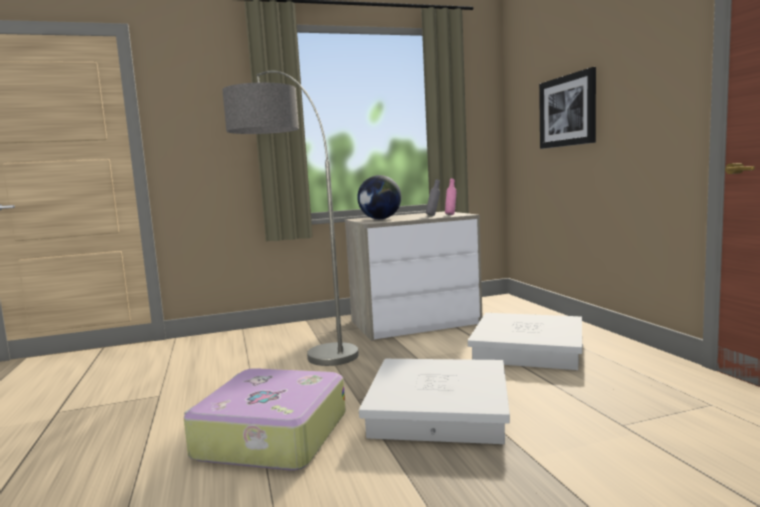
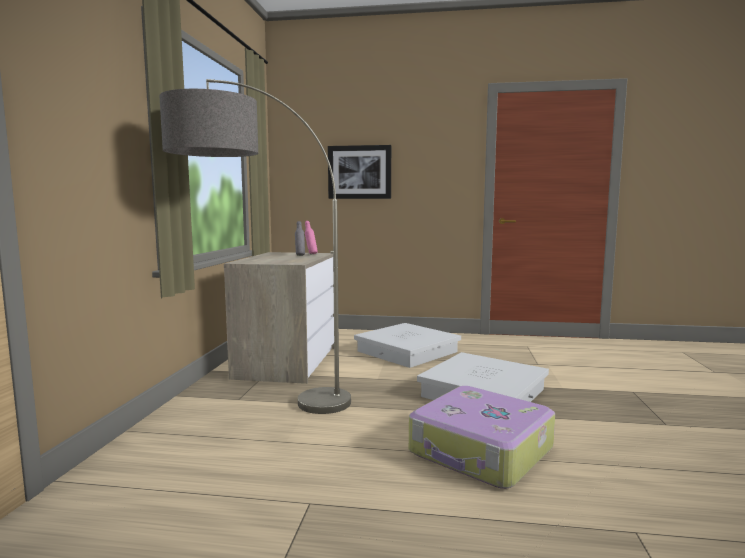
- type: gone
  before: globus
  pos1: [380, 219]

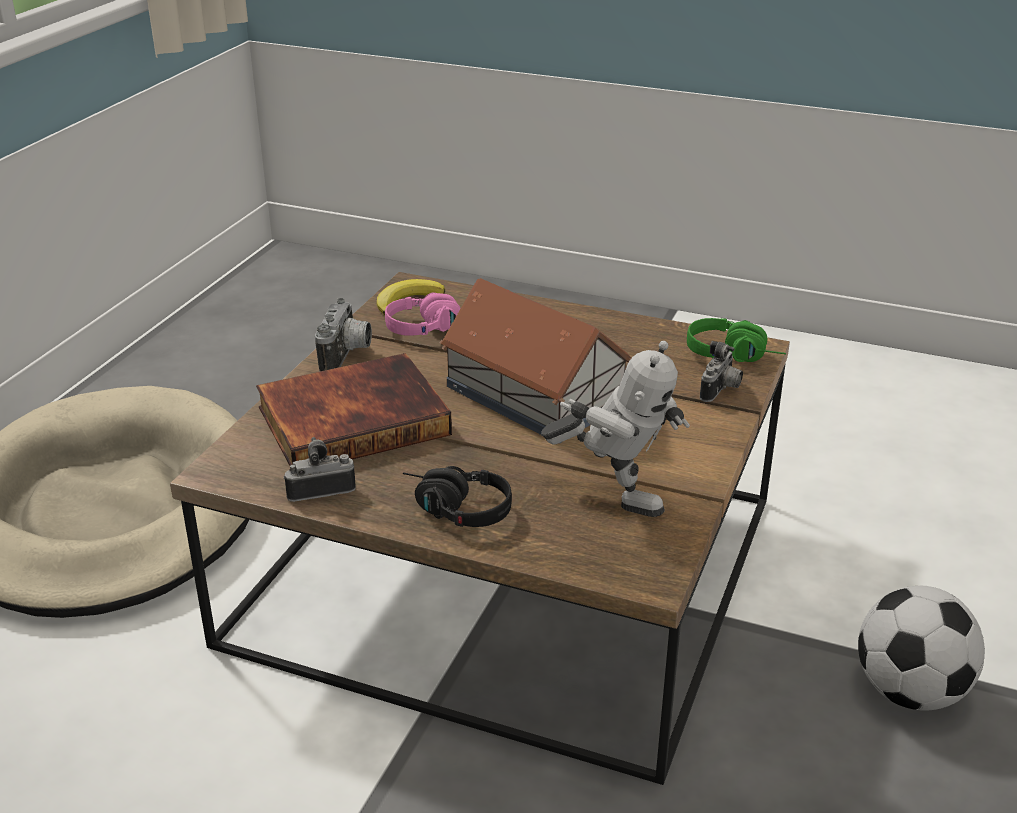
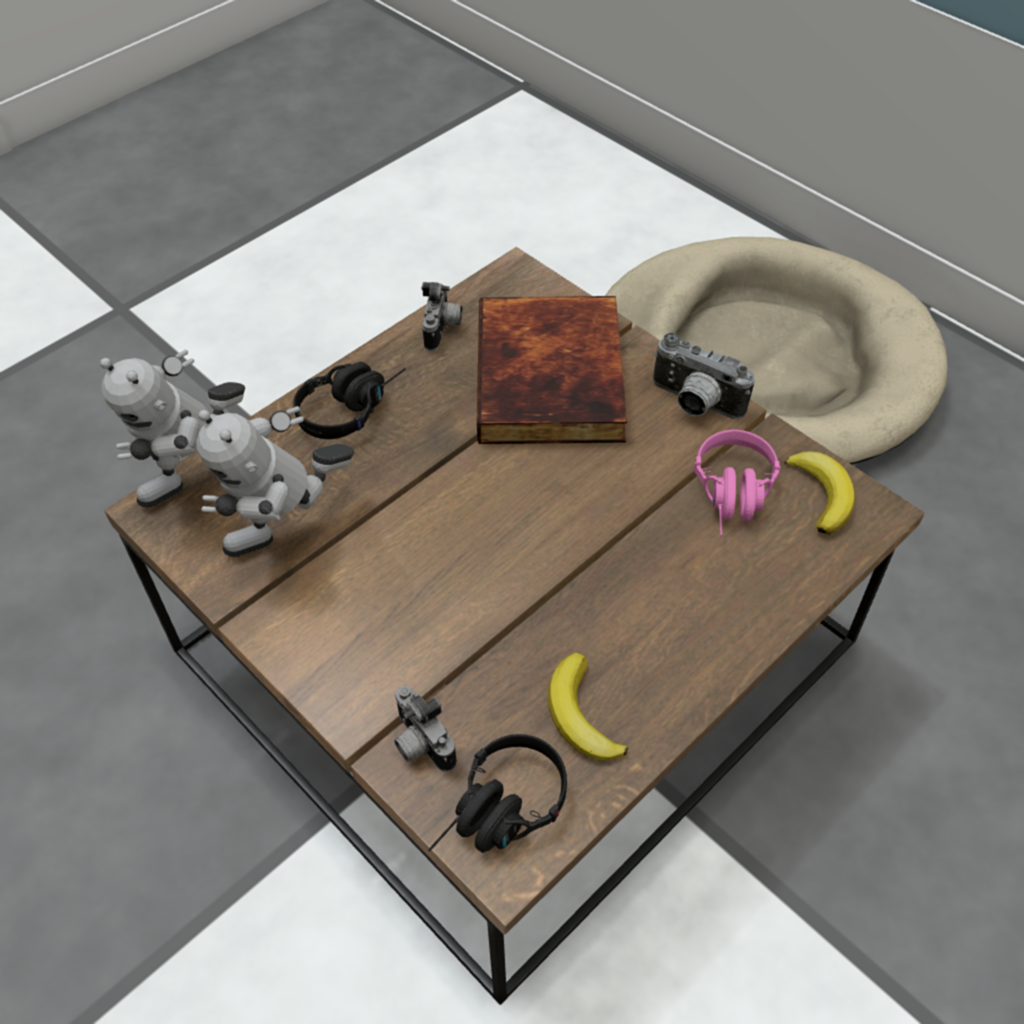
- type: gone
  before: domek
  pos1: [534, 393]
- type: gone
  before: piłka futbolowa
  pos1: [909, 691]
- type: new
  after: robot zabawkowy
  pos2: [197, 479]
- type: new
  after: banan
  pos2: [581, 715]
- type: repainted
  before: słuchawki (zielony)
  after: słuchawki (czarny)
  pos1: [735, 355]
  pos2: [499, 816]

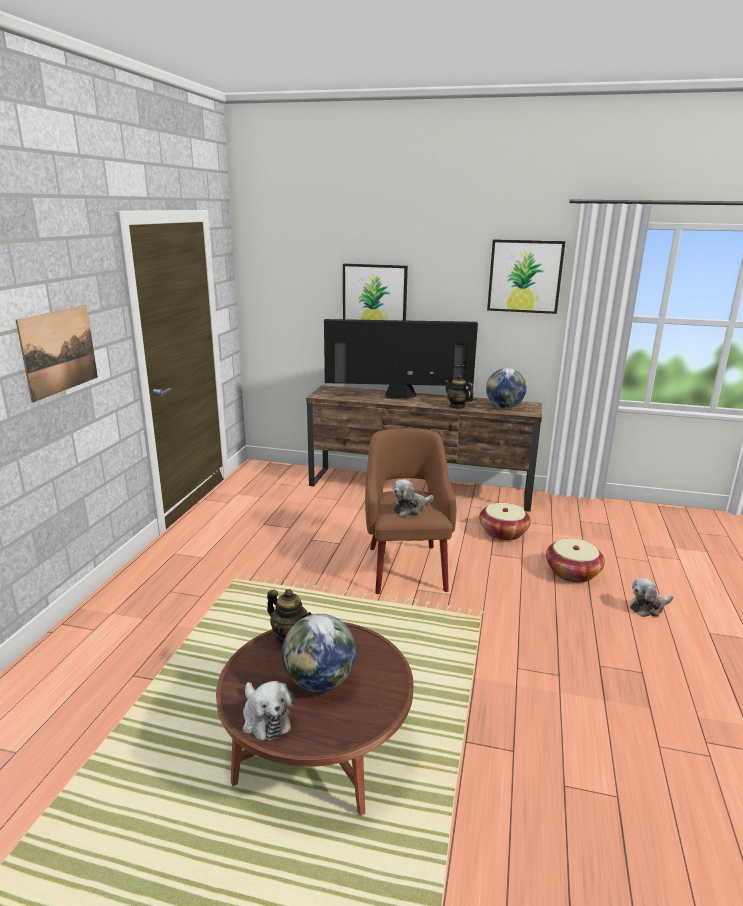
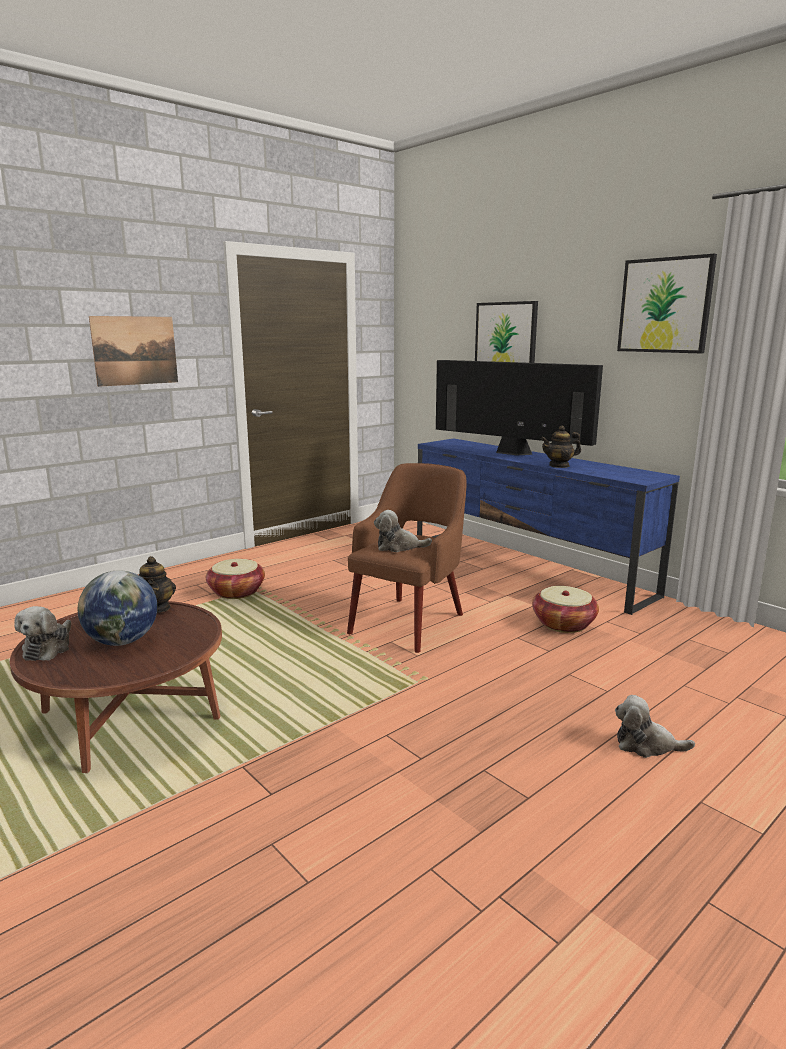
- type: gone
  before: globus
  pos1: [504, 407]
- type: shifted
  before: koszyk
  pos1: [572, 572]
  pos2: [236, 592]
- type: repainted
  before: szafka pod telewizor (brązowy)
  after: szafka pod telewizor (niebieski)
  pos1: [420, 489]
  pos2: [527, 567]
- type: rotated
  before: imbryk
  pos1: [457, 406]
  pos2: [559, 465]
  turn: -90

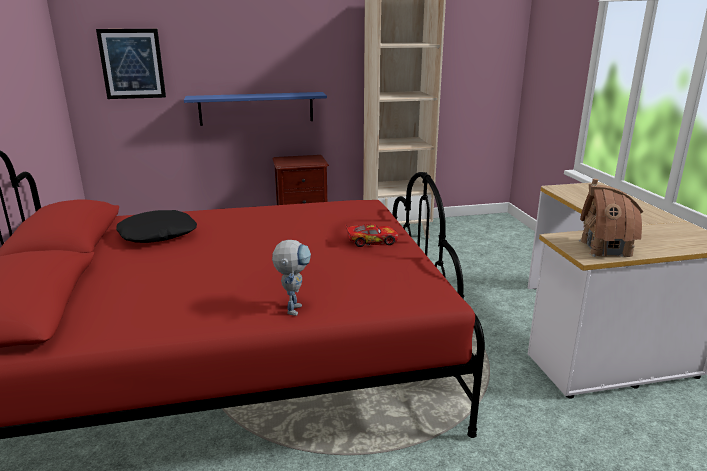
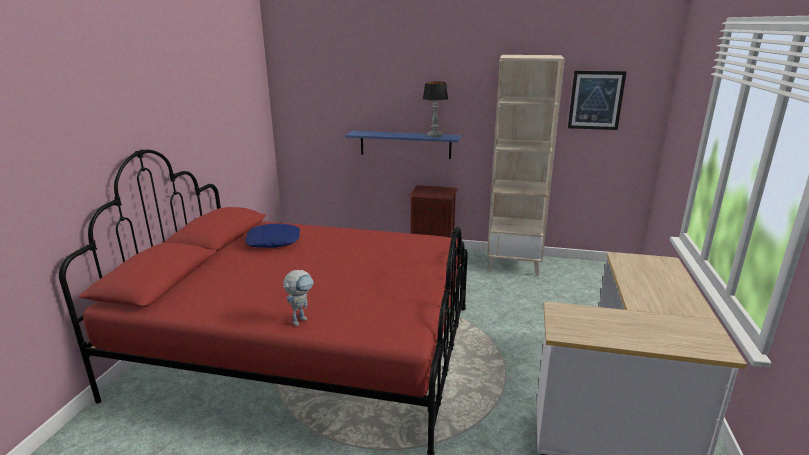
- type: gone
  before: samochodzik
  pos1: [371, 241]
- type: gone
  before: domek
  pos1: [605, 248]
- type: new
  after: lampa stołowa
  pos2: [434, 136]
- type: shifted
  before: obraz
  pos1: [132, 64]
  pos2: [595, 100]
- type: repainted
  before: poduszka (czarny)
  after: poduszka (niebieski)
  pos1: [157, 234]
  pos2: [273, 241]

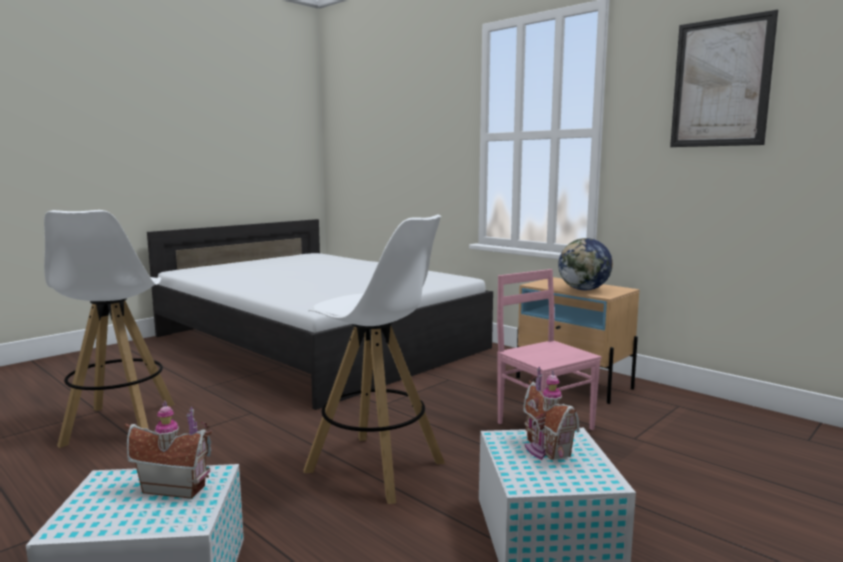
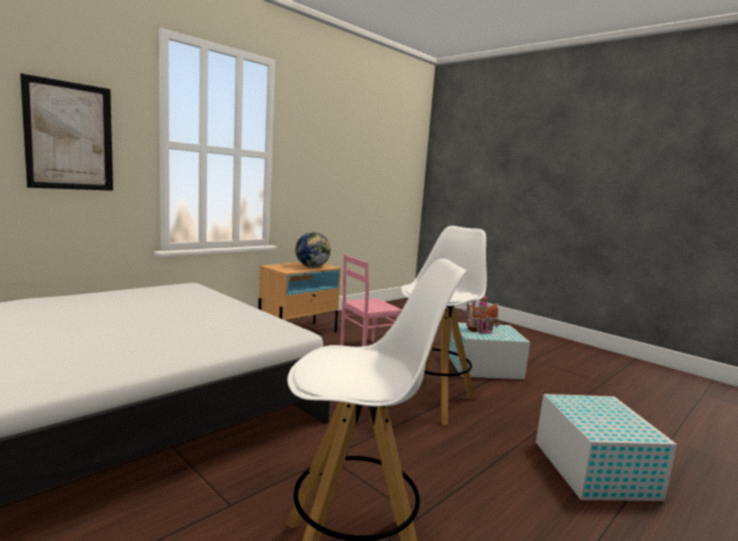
- type: gone
  before: domek
  pos1: [176, 486]
- type: shifted
  before: obraz
  pos1: [721, 83]
  pos2: [69, 136]

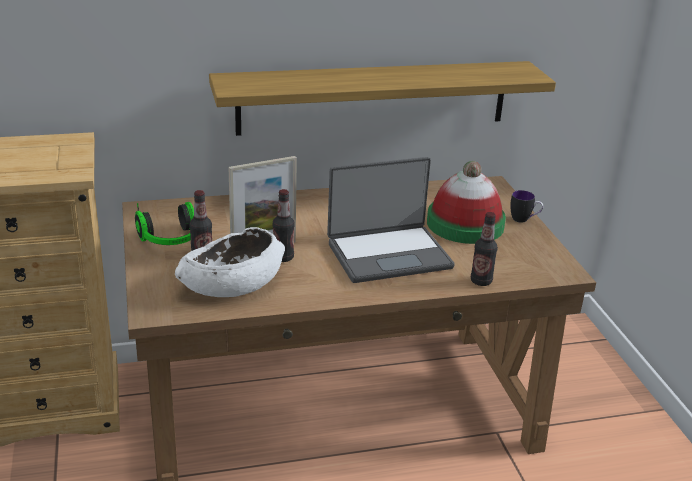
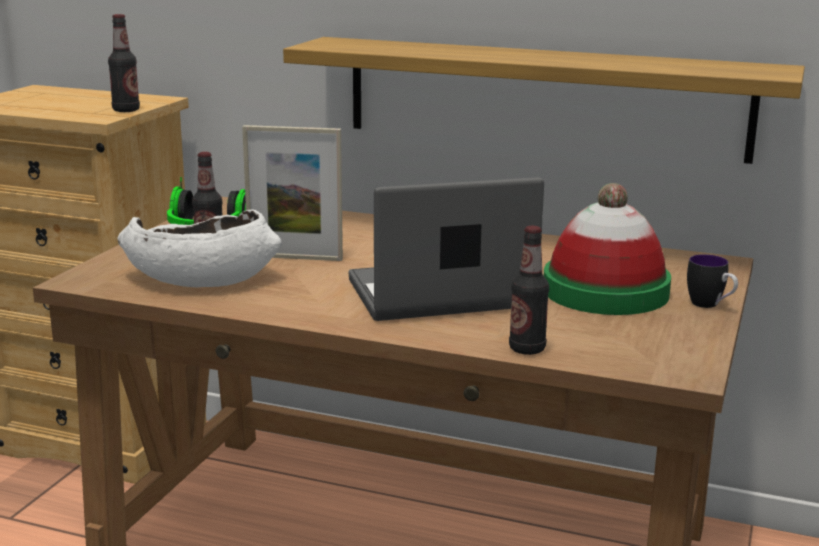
- type: shifted
  before: butelka
  pos1: [283, 257]
  pos2: [126, 110]
- type: rotated
  before: laptop
  pos1: [388, 254]
  pos2: [440, 295]
  turn: 150

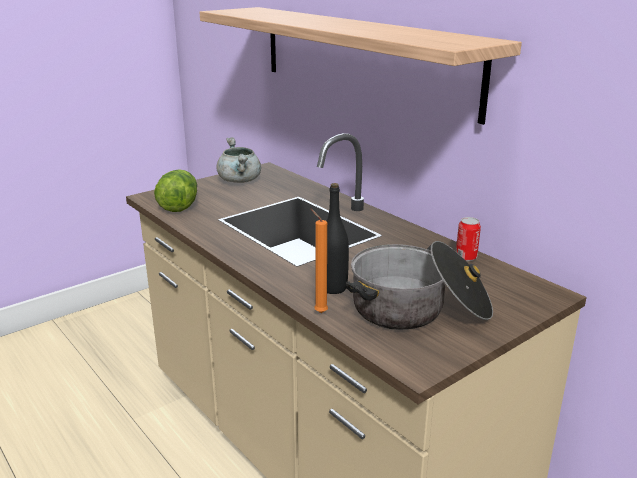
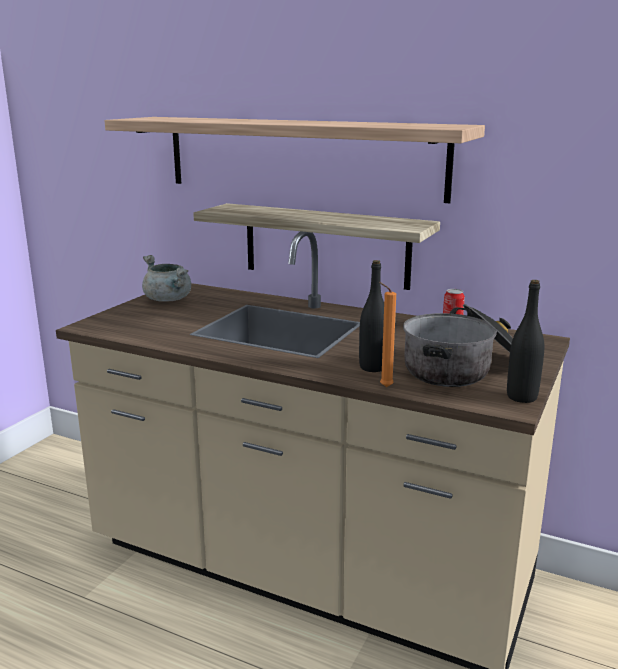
- type: gone
  before: sałata
  pos1: [178, 204]
- type: new
  after: półka
  pos2: [325, 245]
- type: new
  after: butelka (czarny)
  pos2: [521, 397]

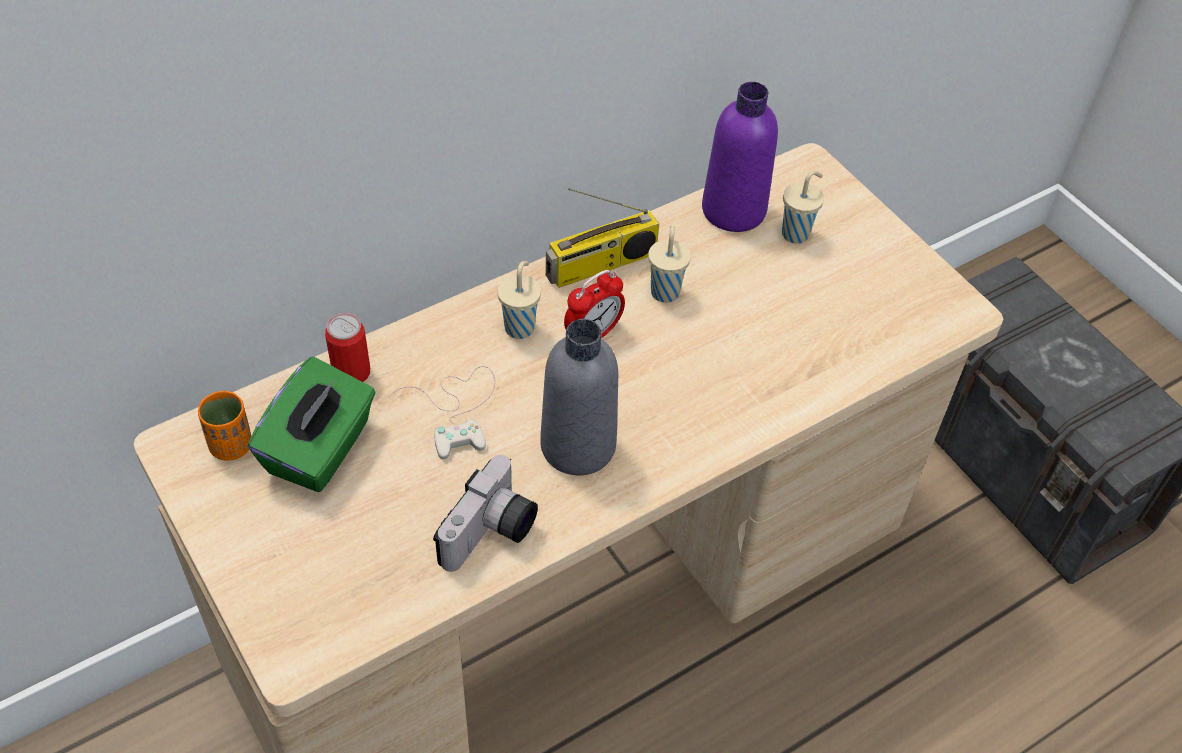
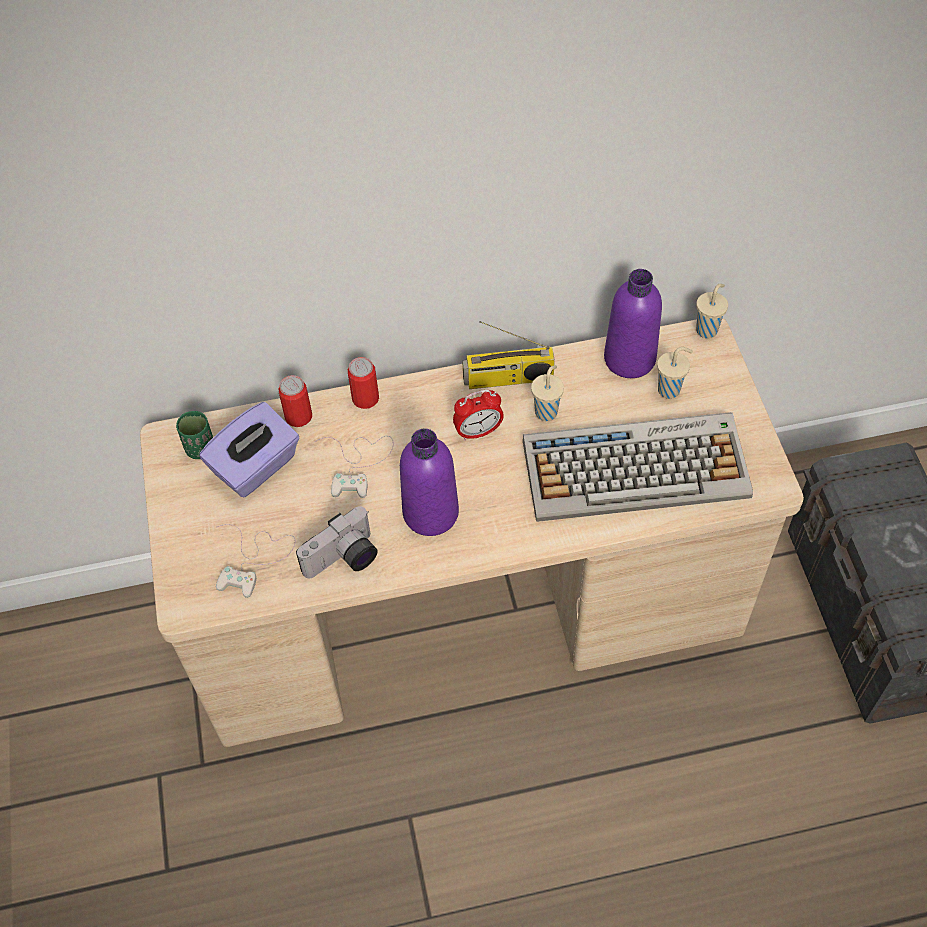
- type: new
  after: pad do gier (biały)
  pos2: [254, 559]
- type: new
  after: puszka
  pos2: [365, 398]
- type: new
  after: klawiatura
  pos2: [637, 468]
- type: shifted
  before: filiżanka (beżowy)
  pos1: [520, 326]
  pos2: [707, 329]
- type: repainted
  before: filiżanka (pomarańczowy)
  after: filiżanka (zielony)
  pos1: [231, 446]
  pos2: [200, 448]
- type: repainted
  before: pudełko chusteczek (zielony)
  after: pudełko chusteczek (fioletowy)
  pos1: [320, 449]
  pos2: [256, 467]
- type: repainted
  before: butelka (szary)
  after: butelka (fioletowy)
  pos1: [578, 446]
  pos2: [430, 513]

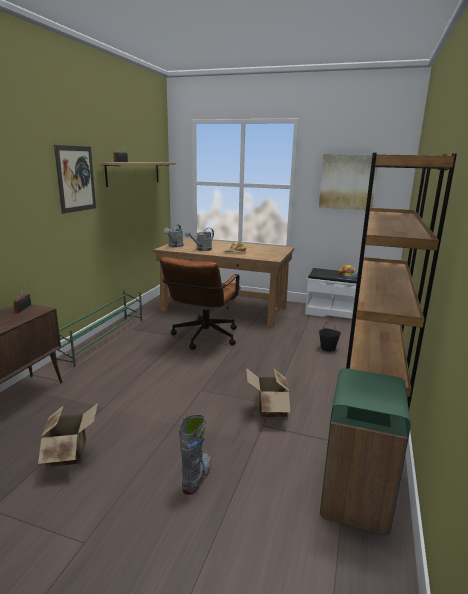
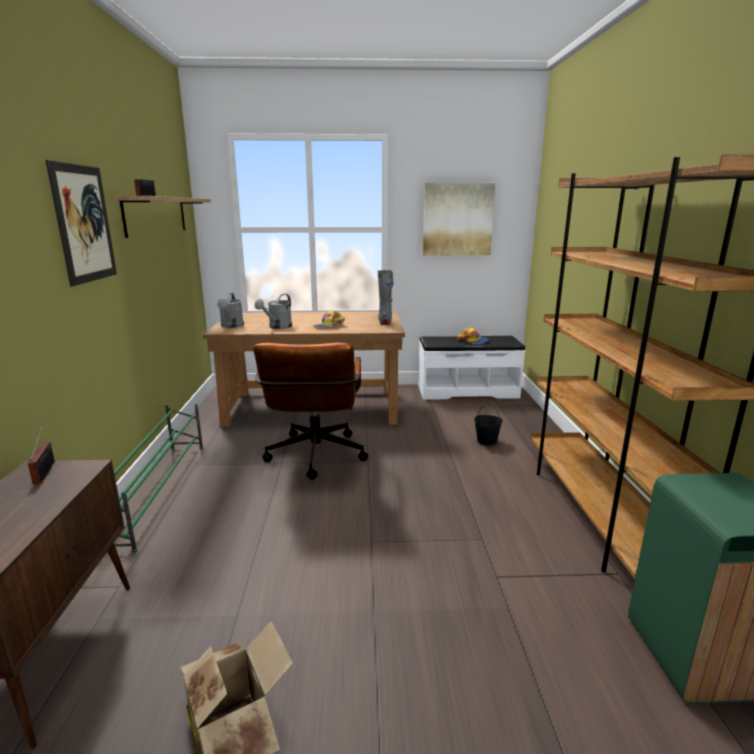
- type: gone
  before: karton
  pos1: [268, 410]
- type: shifted
  before: but z cholewką (szary)
  pos1: [197, 478]
  pos2: [385, 321]

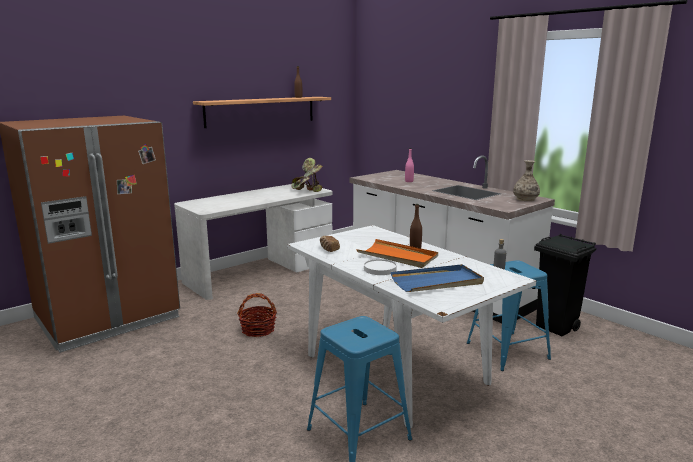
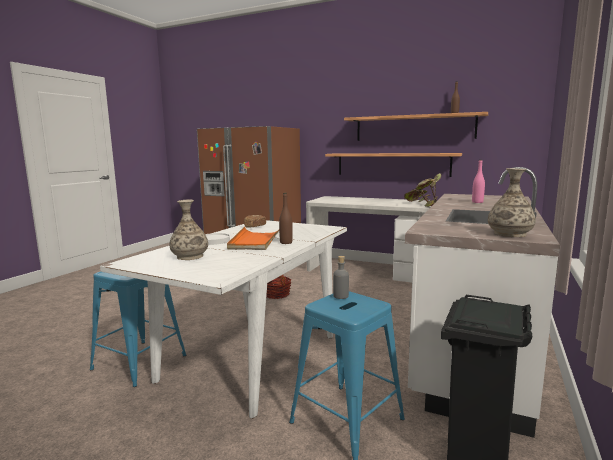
- type: new
  after: półka
  pos2: [392, 164]
- type: swapped
  before: taca (niebieski)
  after: wazon
  pos1: [437, 282]
  pos2: [189, 256]

